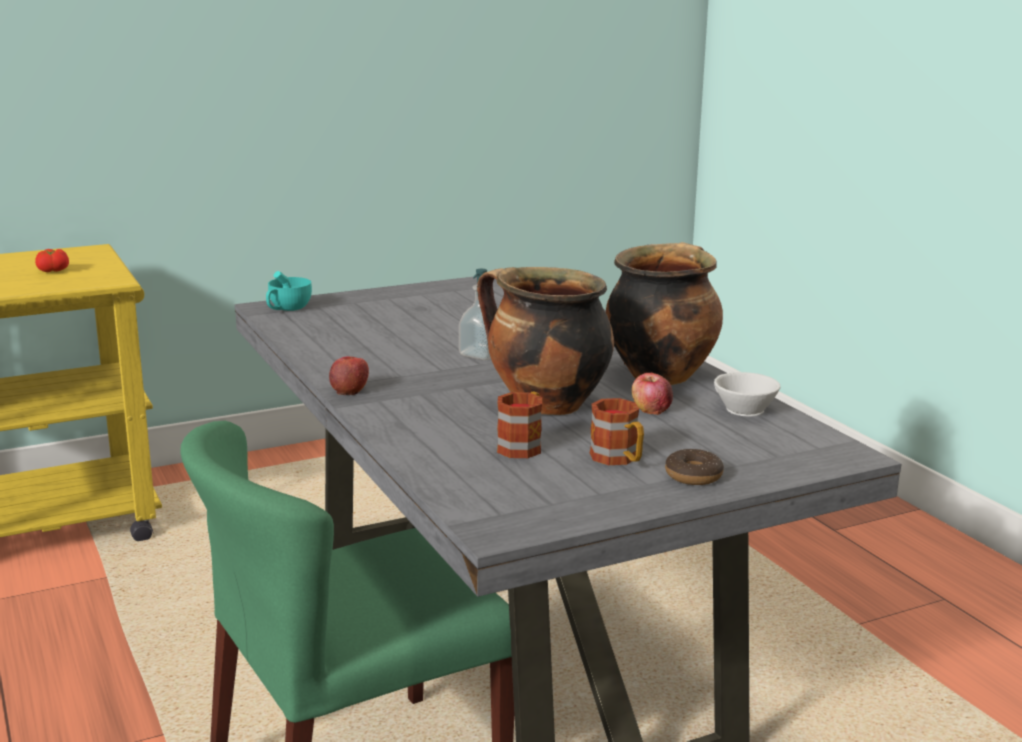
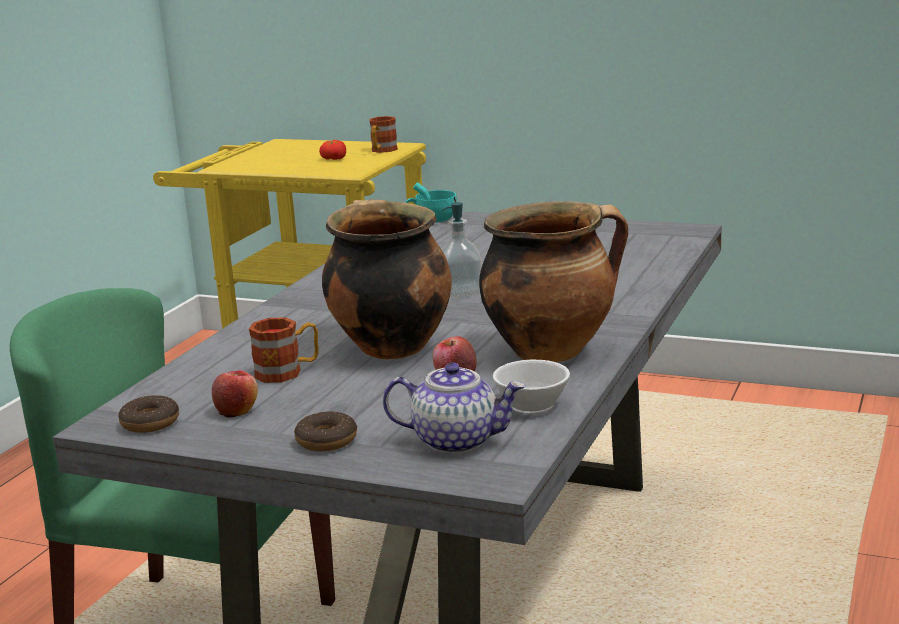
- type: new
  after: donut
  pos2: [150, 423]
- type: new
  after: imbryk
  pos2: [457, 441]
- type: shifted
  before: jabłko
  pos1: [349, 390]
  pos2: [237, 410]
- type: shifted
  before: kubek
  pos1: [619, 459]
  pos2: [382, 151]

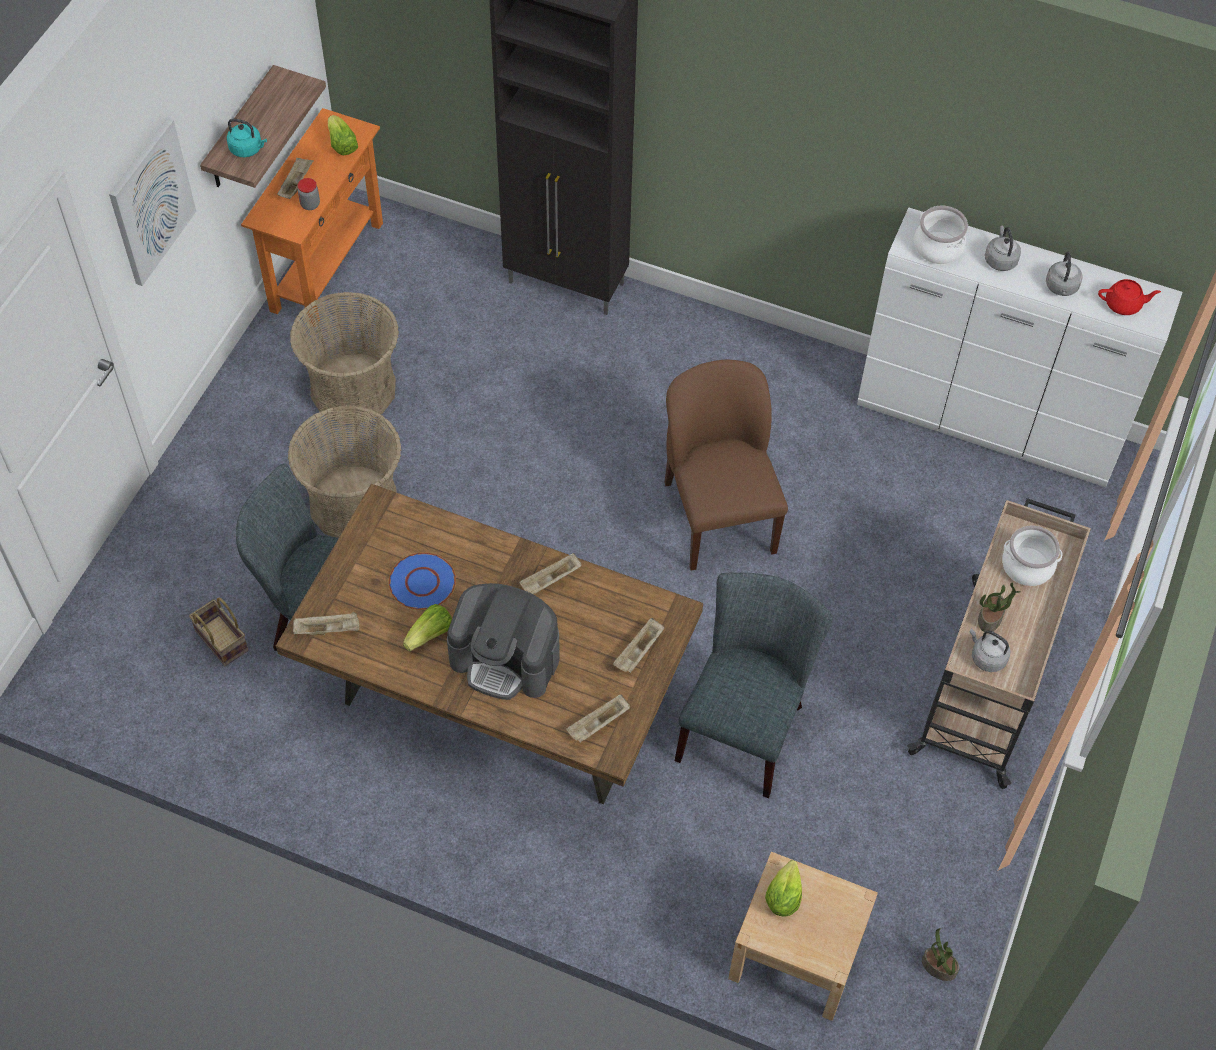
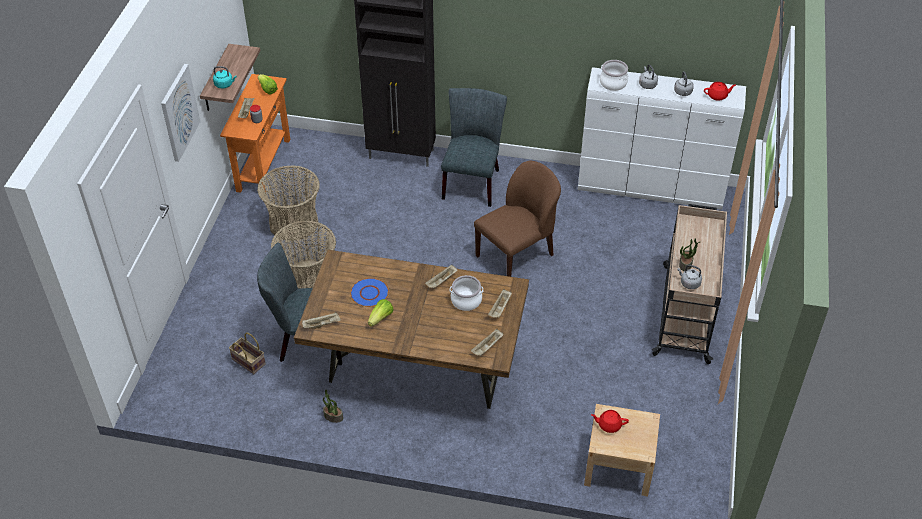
- type: gone
  before: ekspres do kawy
  pos1: [506, 658]
- type: shifted
  before: krzesło (szary)
  pos1: [744, 726]
  pos2: [472, 181]
- type: shifted
  before: roślina doniczkowa
  pos1: [938, 967]
  pos2: [333, 417]
- type: shifted
  before: garnek
  pos1: [1027, 565]
  pos2: [466, 300]
- type: swapped
  before: sałata
  after: imbryk (czerwony)
  pos1: [783, 897]
  pos2: [609, 425]
- type: rotated
  before: krzesło (brązowy)
  pos1: [718, 515]
  pos2: [516, 255]
  turn: 75

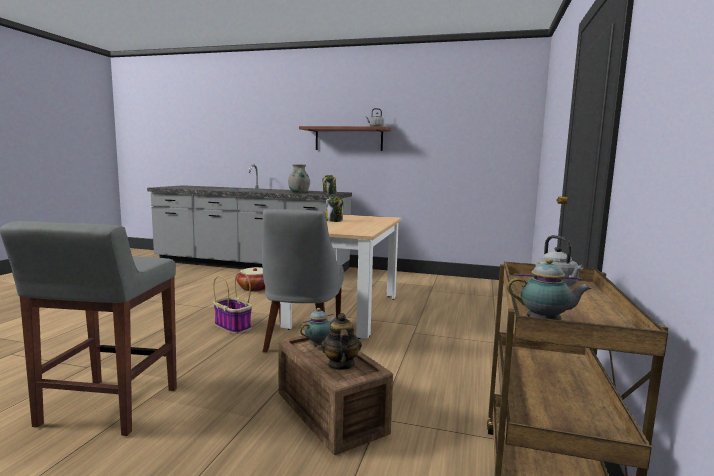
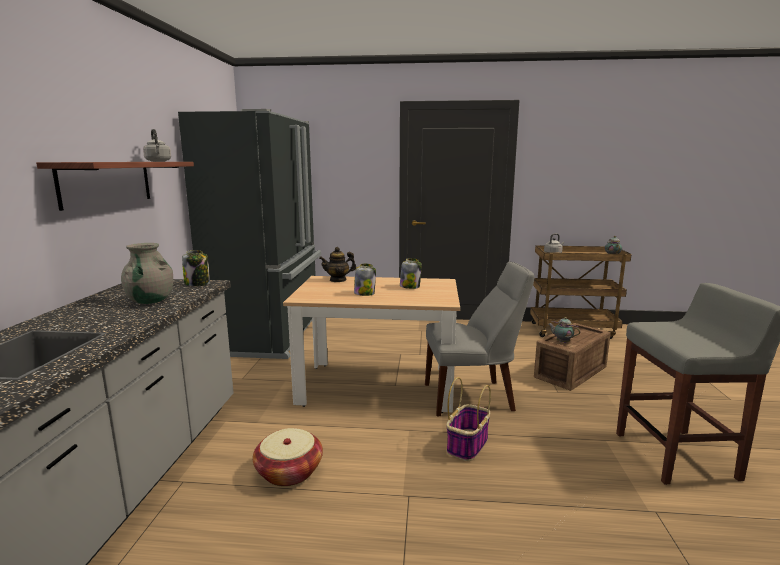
- type: new
  after: lodówka (czarny)
  pos2: [271, 334]
- type: new
  after: słoik
  pos2: [410, 286]
- type: shifted
  before: imbryk
  pos1: [340, 365]
  pos2: [338, 280]

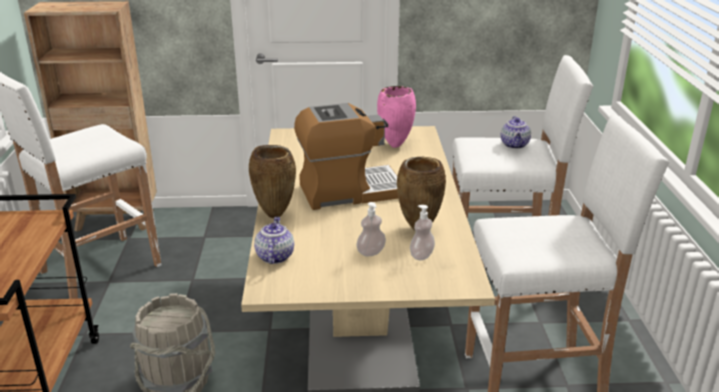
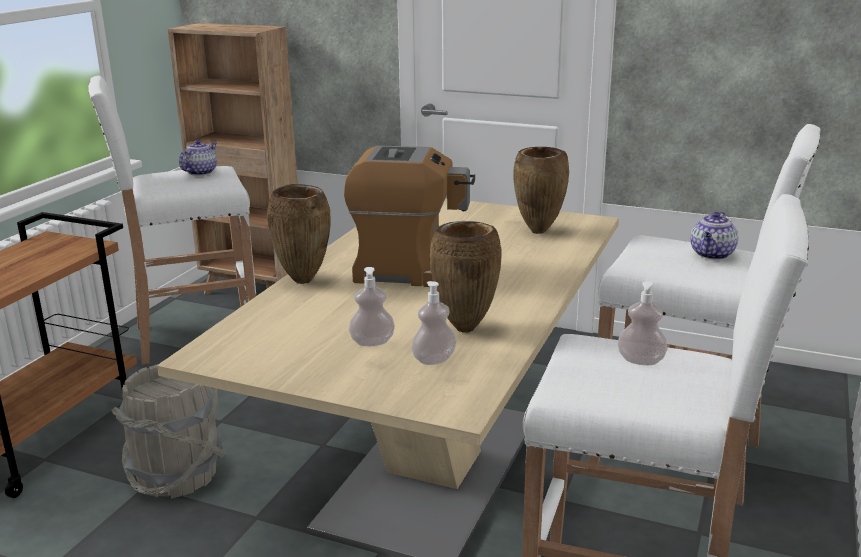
- type: new
  after: dozownik mydła
  pos2: [640, 360]
- type: shifted
  before: imbryk
  pos1: [274, 256]
  pos2: [200, 172]
- type: repainted
  before: wazon (różowy)
  after: wazon (brązowy)
  pos1: [395, 146]
  pos2: [538, 232]

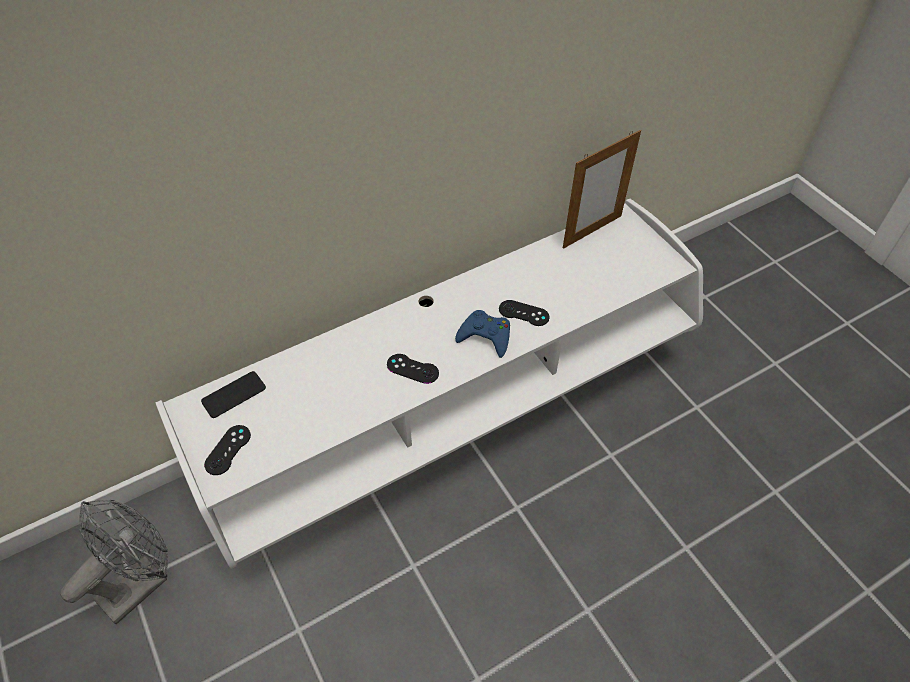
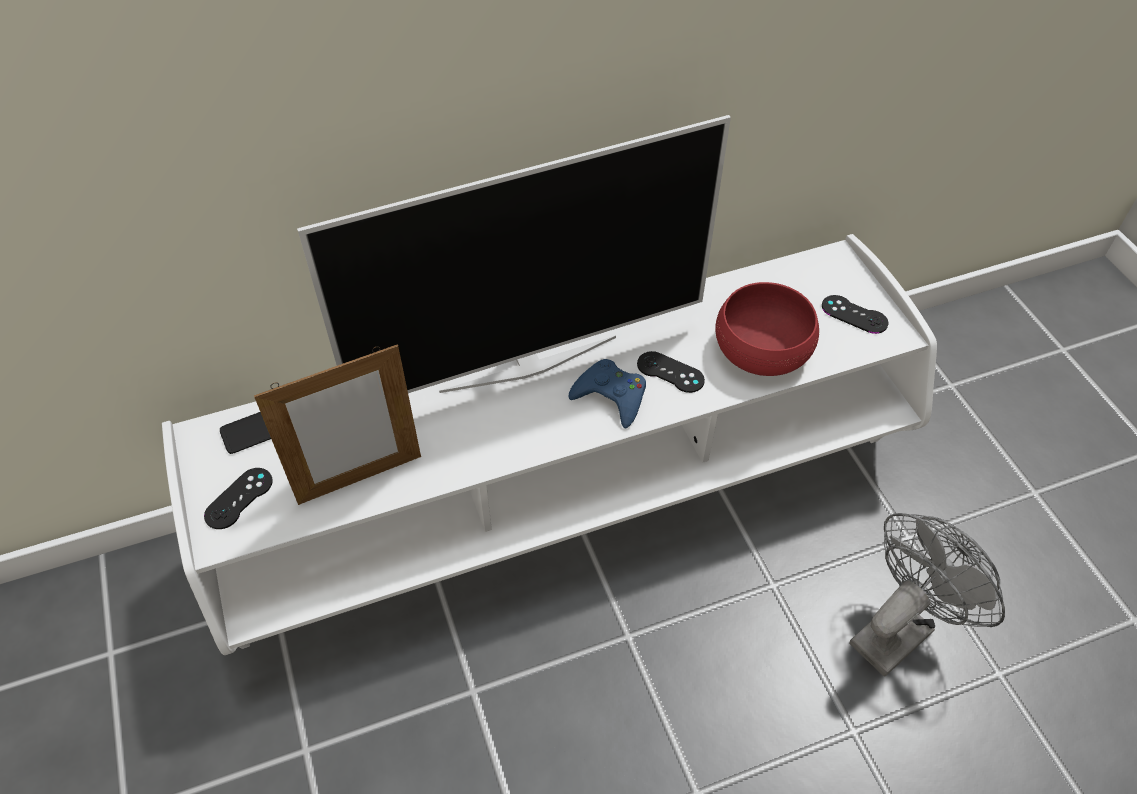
- type: new
  after: telewizor
  pos2: [528, 362]
- type: new
  after: miska (czerwony)
  pos2: [762, 349]
- type: shifted
  before: wentylator (szary)
  pos1: [141, 581]
  pos2: [898, 628]
- type: shifted
  before: pad do gier (czarny)
  pos1: [412, 369]
  pos2: [854, 314]
- type: shifted
  before: ramka na zdjęcie
  pos1: [592, 231]
  pos2: [360, 479]

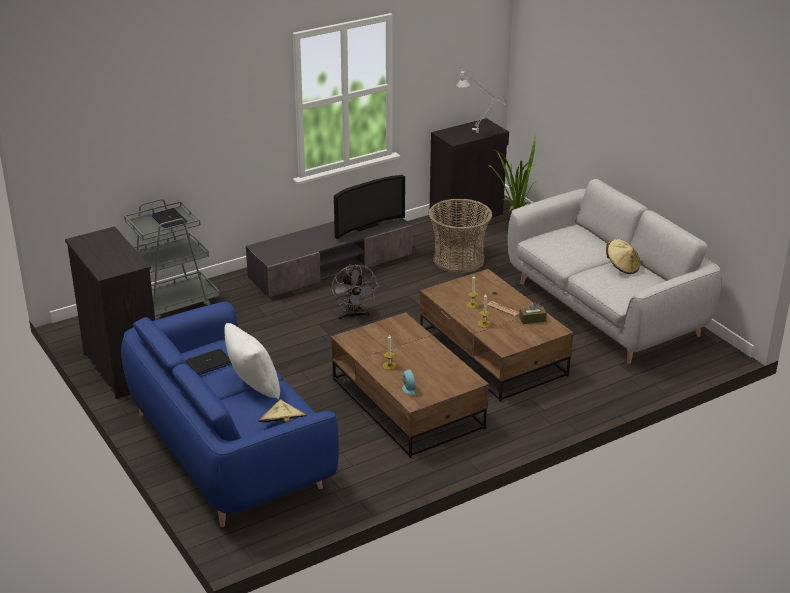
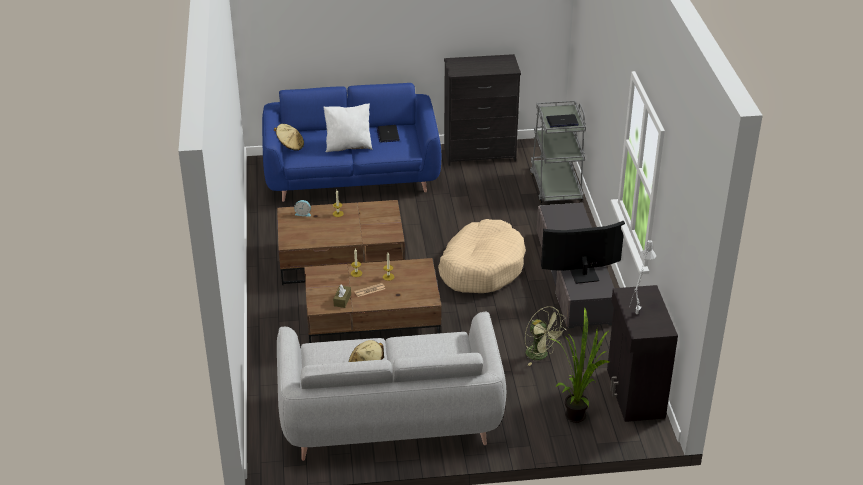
- type: swapped
  before: wentylator (szary)
  after: legowisko (beżowy)
  pos1: [354, 315]
  pos2: [481, 267]
- type: swapped
  before: koszyk
  after: wentylator (zielony)
  pos1: [458, 260]
  pos2: [541, 355]
- type: rotated
  before: telewizor
  pos1: [364, 225]
  pos2: [583, 272]
  turn: 90

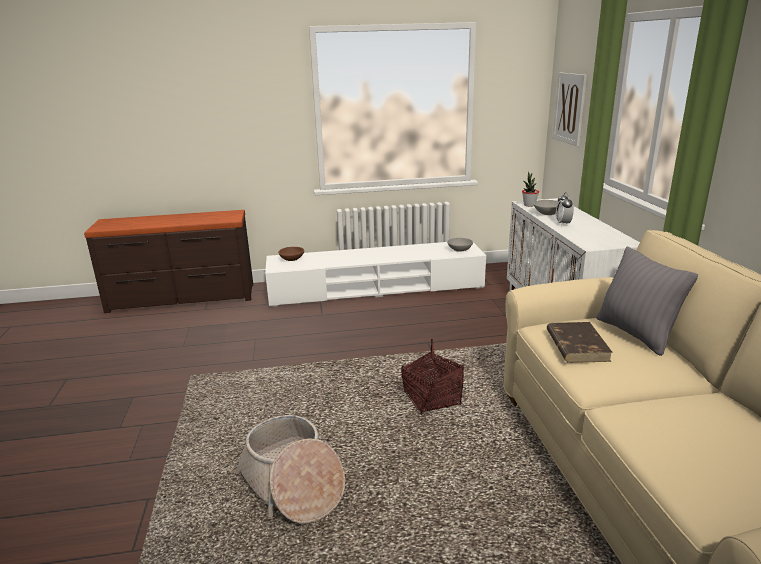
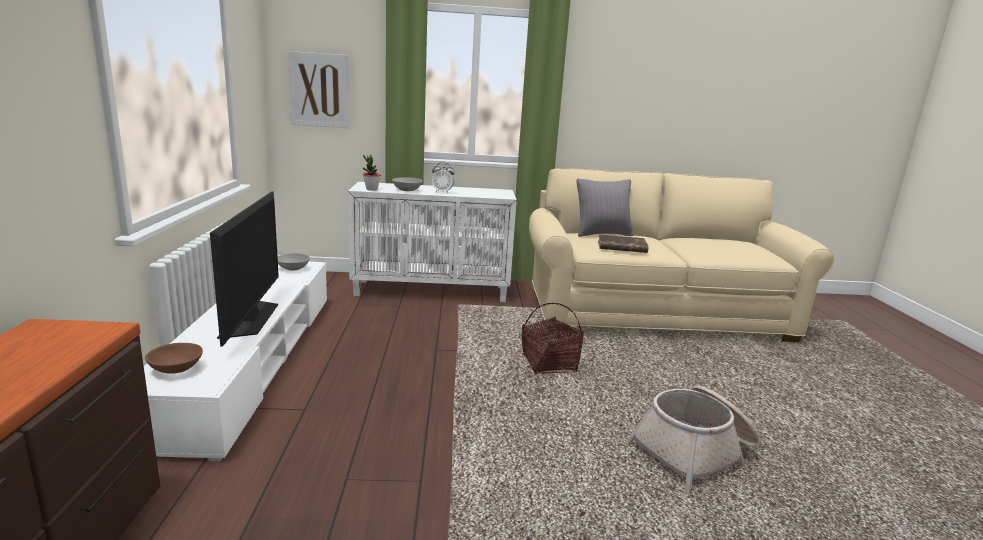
- type: new
  after: telewizor
  pos2: [251, 318]

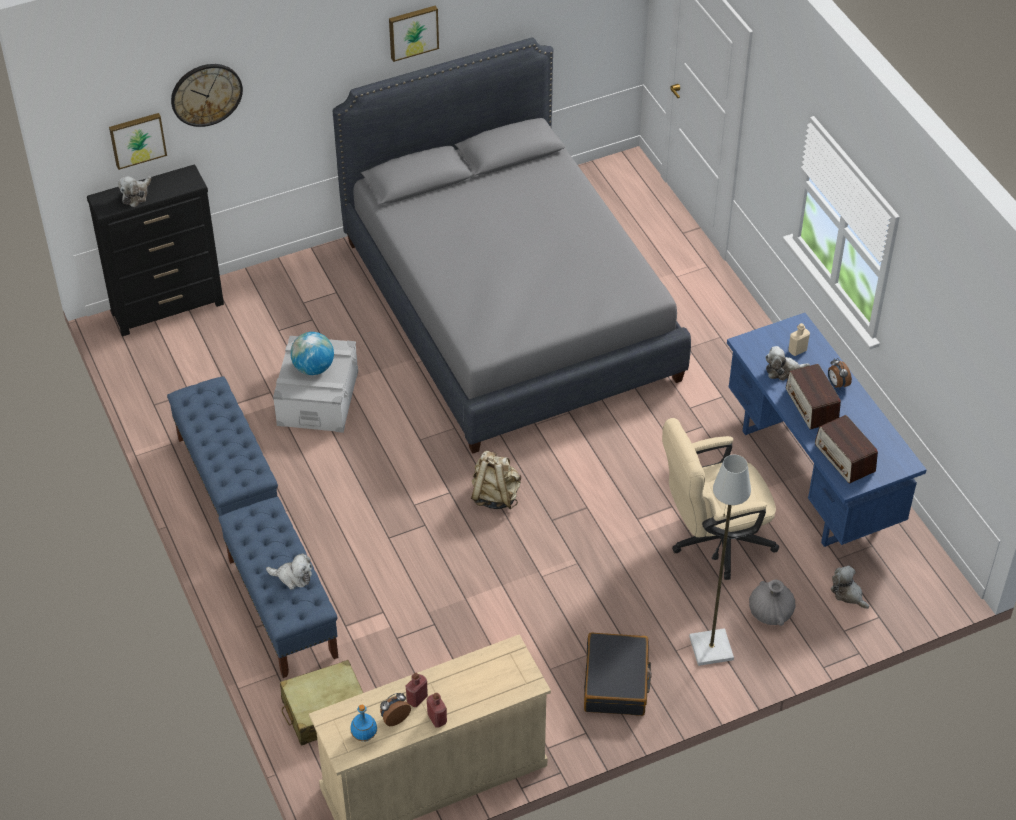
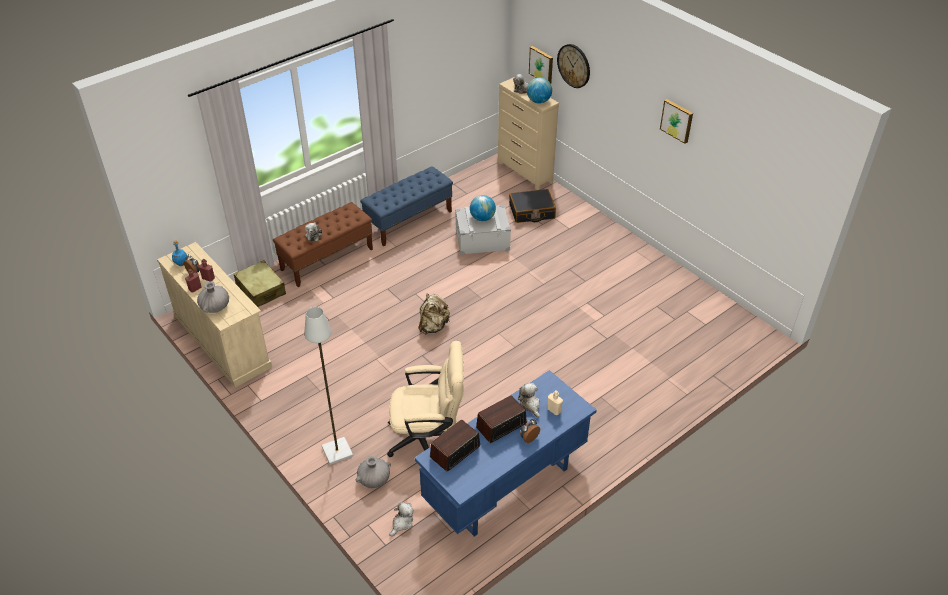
- type: gone
  before: łóżko (szary)
  pos1: [510, 309]
- type: new
  after: wazon (szary)
  pos2: [215, 307]
- type: new
  after: globus
  pos2: [538, 101]
- type: shifted
  before: walizka (czarny)
  pos1: [616, 682]
  pos2: [531, 212]
- type: repainted
  before: komoda (czarny)
  after: komoda (beżowy)
  pos1: [169, 308]
  pos2: [525, 172]
- type: repainted
  before: ławka (niebieski)
  after: ławka (brązowy)
  pos1: [282, 607]
  pos2: [327, 259]
- type: rotated
  before: krzesło biurowe (beżowy)
  pos1: [713, 541]
  pos2: [428, 438]
  turn: 120

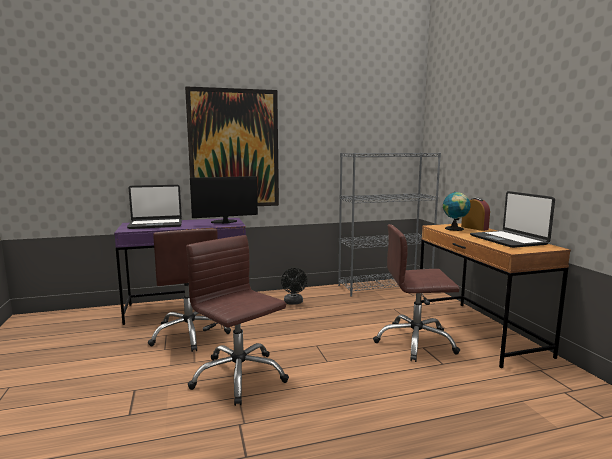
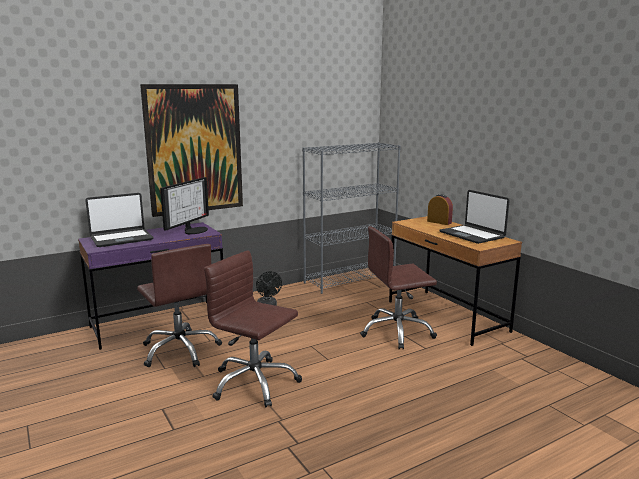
- type: gone
  before: globus
  pos1: [455, 229]
- type: rotated
  before: monitor
  pos1: [224, 222]
  pos2: [194, 230]
  turn: 150

